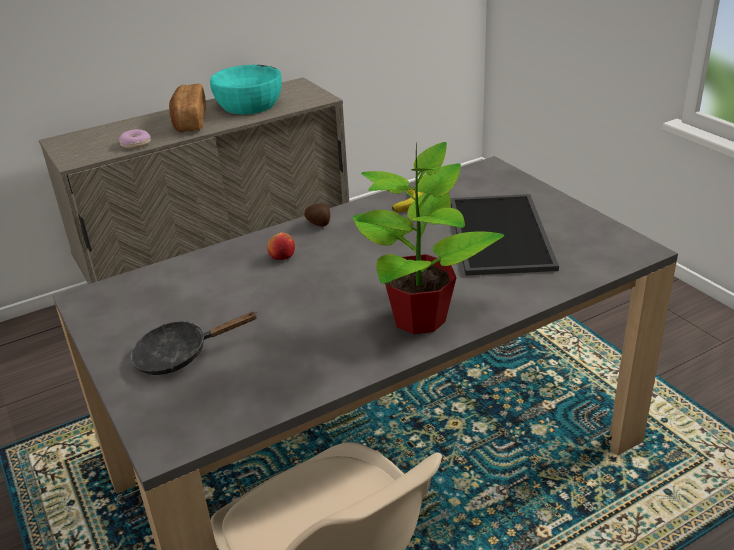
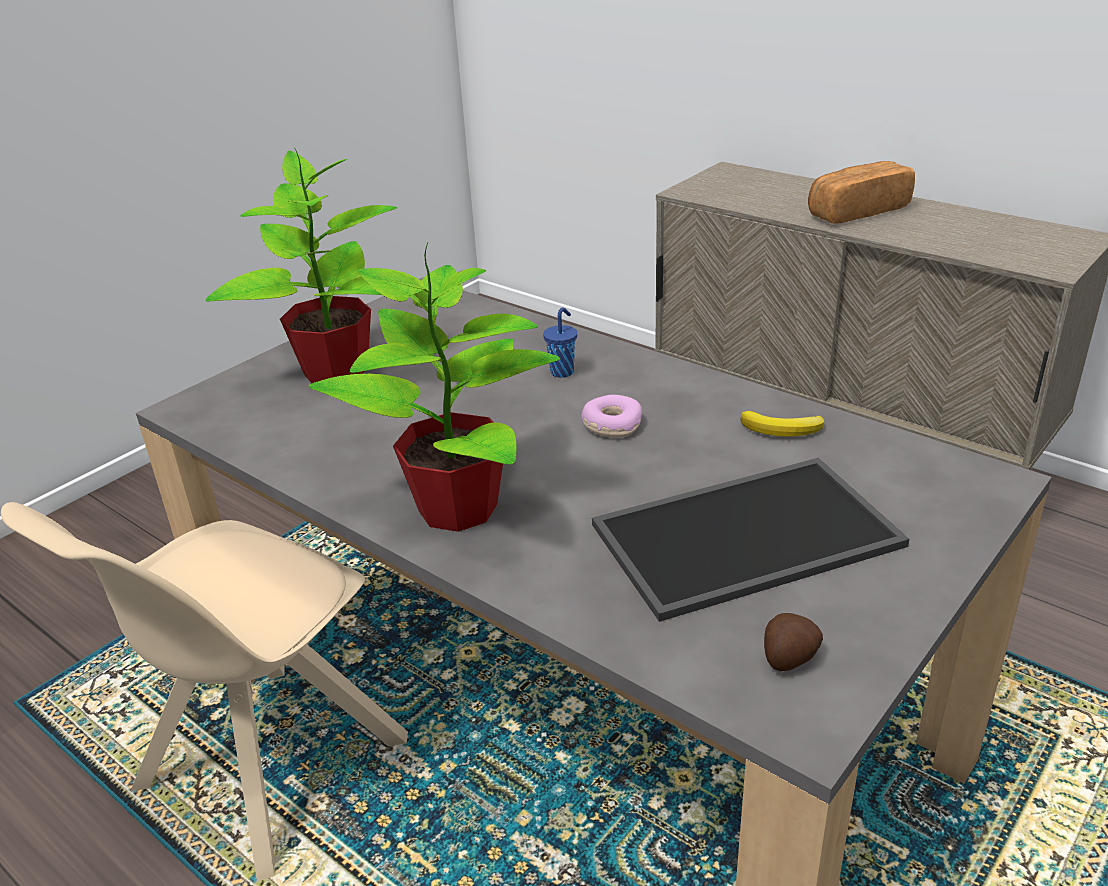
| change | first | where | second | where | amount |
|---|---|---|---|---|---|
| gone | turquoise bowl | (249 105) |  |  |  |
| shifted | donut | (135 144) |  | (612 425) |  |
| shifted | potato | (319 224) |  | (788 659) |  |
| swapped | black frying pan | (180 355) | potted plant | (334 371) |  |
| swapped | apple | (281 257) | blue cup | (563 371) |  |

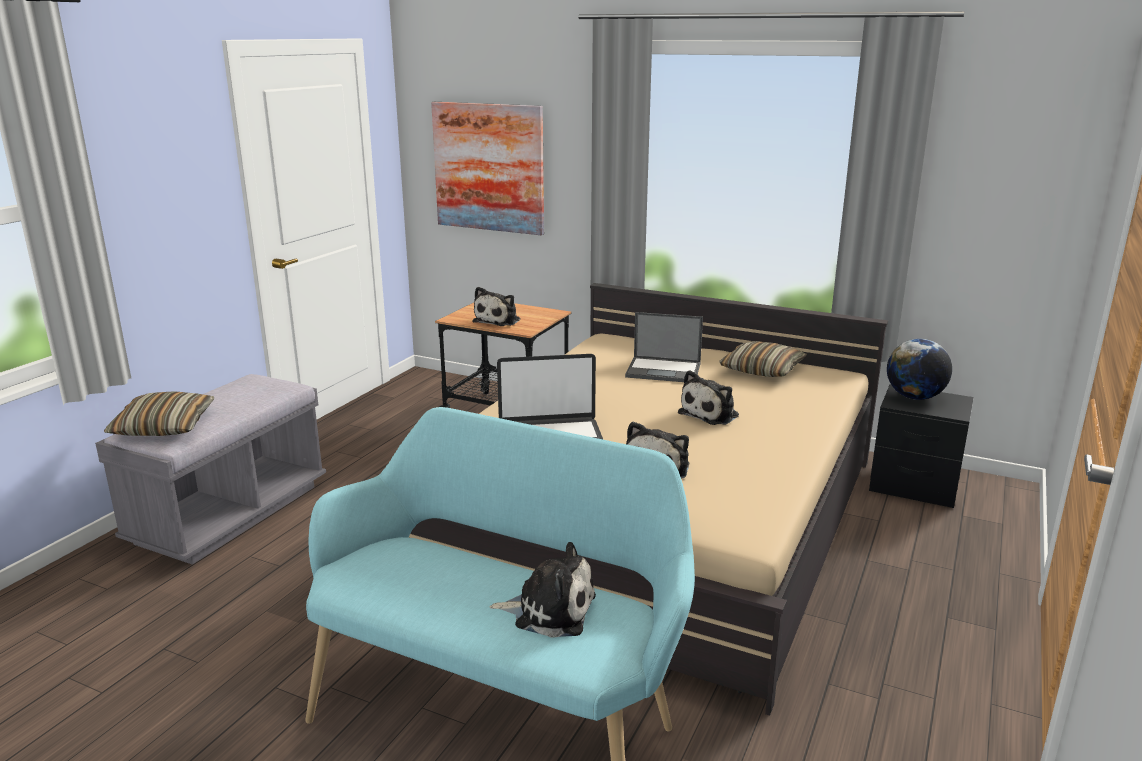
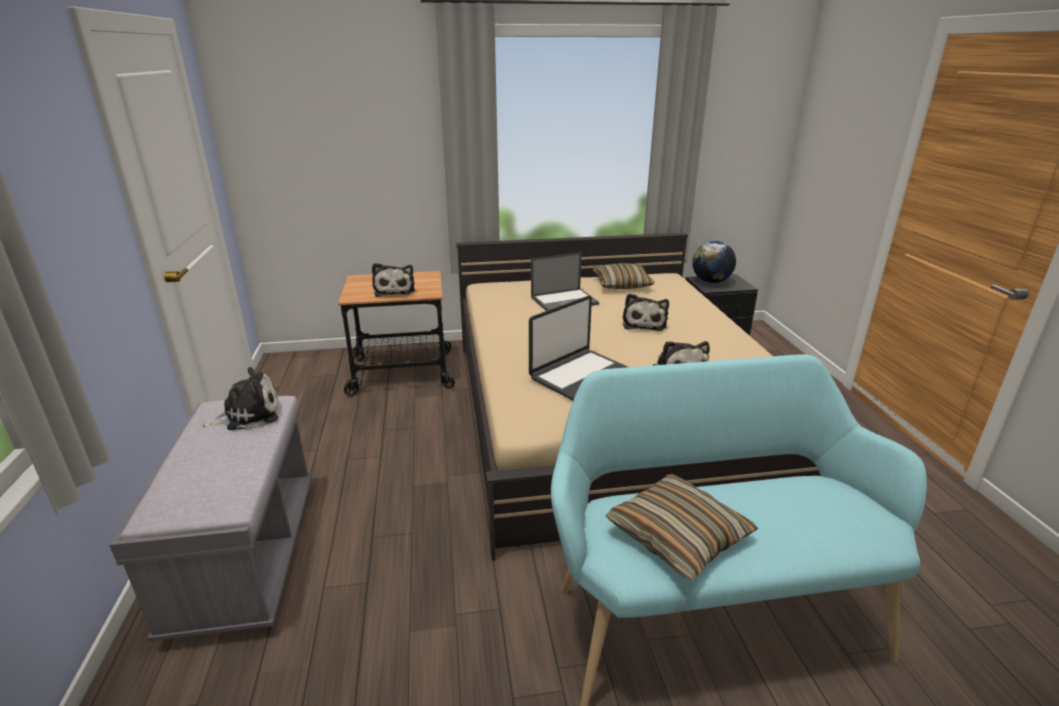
| change | first | where | second | where | amount |
|---|---|---|---|---|---|
| gone | picture | (489 167) |  |  |  |
| shifted | pillow | (164 426) |  | (677 536) |  |
| shifted | plush toy | (550 610) |  | (248 415) |  |

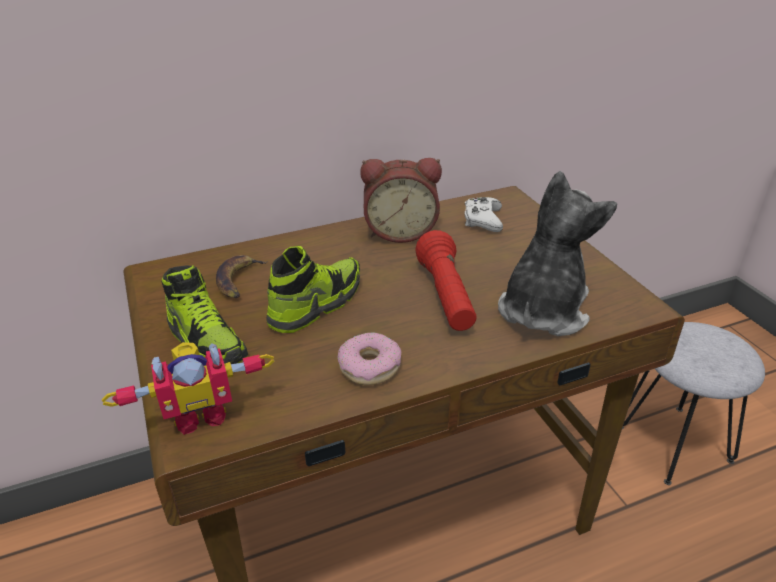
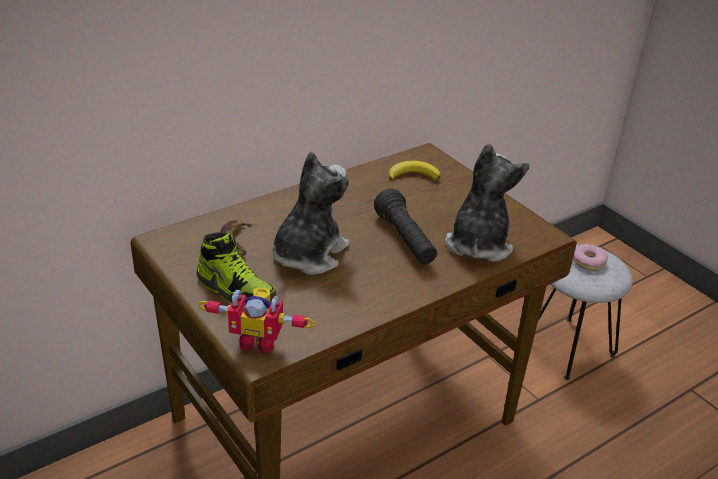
| change | first | where | second | where | amount |
|---|---|---|---|---|---|
| gone | alarm clock | (400 231) |  |  |  |
| shifted | donut | (370 366) |  | (589 262) |  |
| swapped | shoe | (316 304) | plush toy | (308 254) |  |
| swapped | white game controller | (482 220) | banana | (413 175) |  |
| repainted | red flashlight | (446 297) | black flashlight | (405 240) |  |
| rotated | toy robot | (200 414) |  | (258 340) | 45 degrees clockwise |

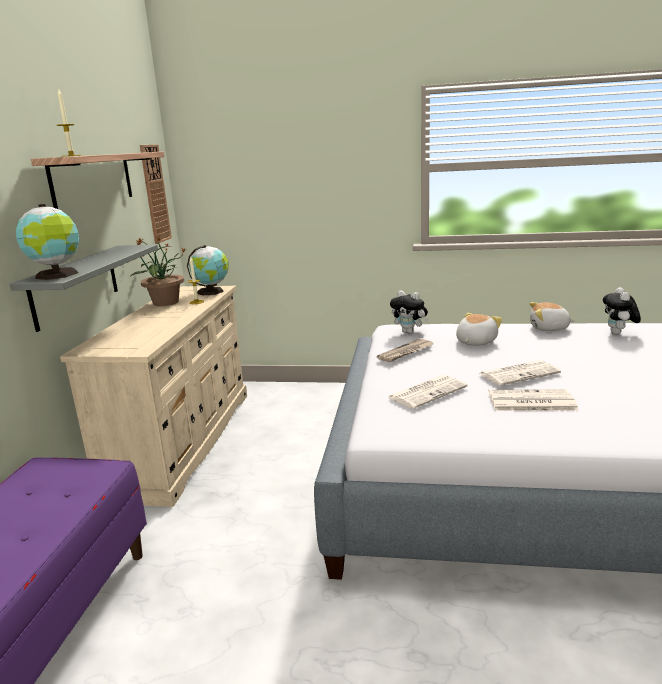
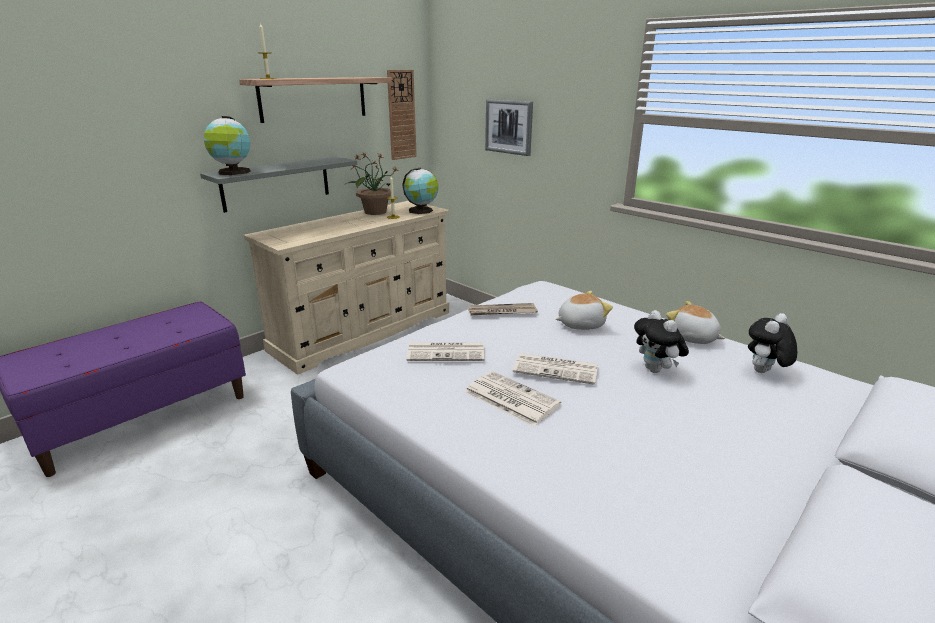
| change | first | where | second | where | amount |
|---|---|---|---|---|---|
| new |  |  | picture | (509 127) |  |
| shifted | plush toy | (409 332) |  | (656 370) |  |

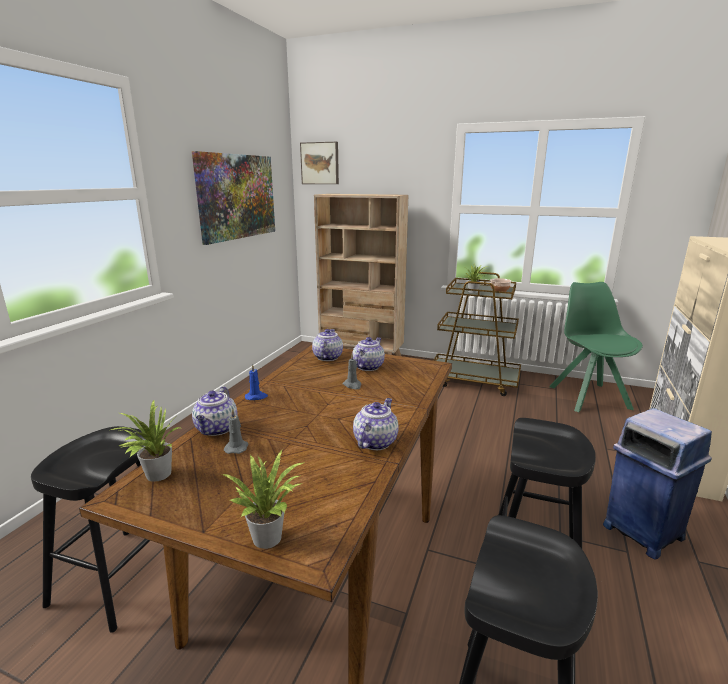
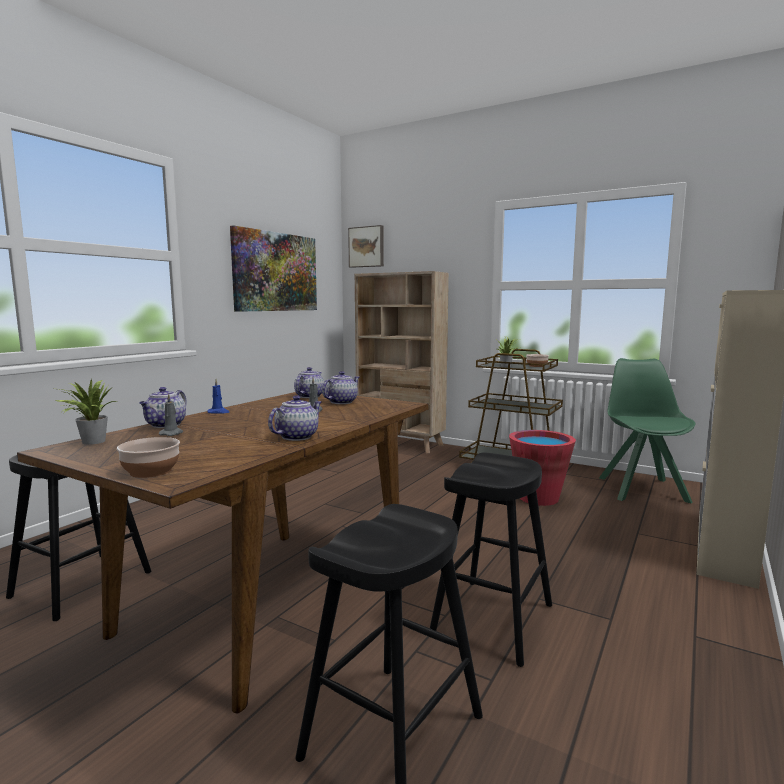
| change | first | where | second | where | amount |
|---|---|---|---|---|---|
| gone | blue trash can | (641 531) |  |  |  |
| new |  |  | red bucket | (538 498) |  |
| swapped | potted plant | (270 535) | bowl | (150 471) |  |

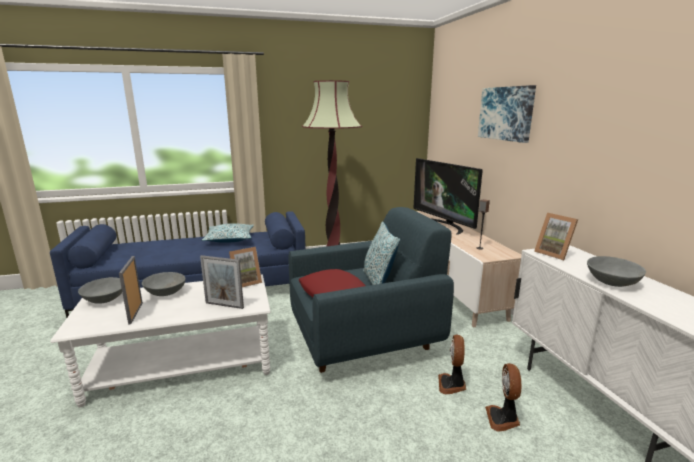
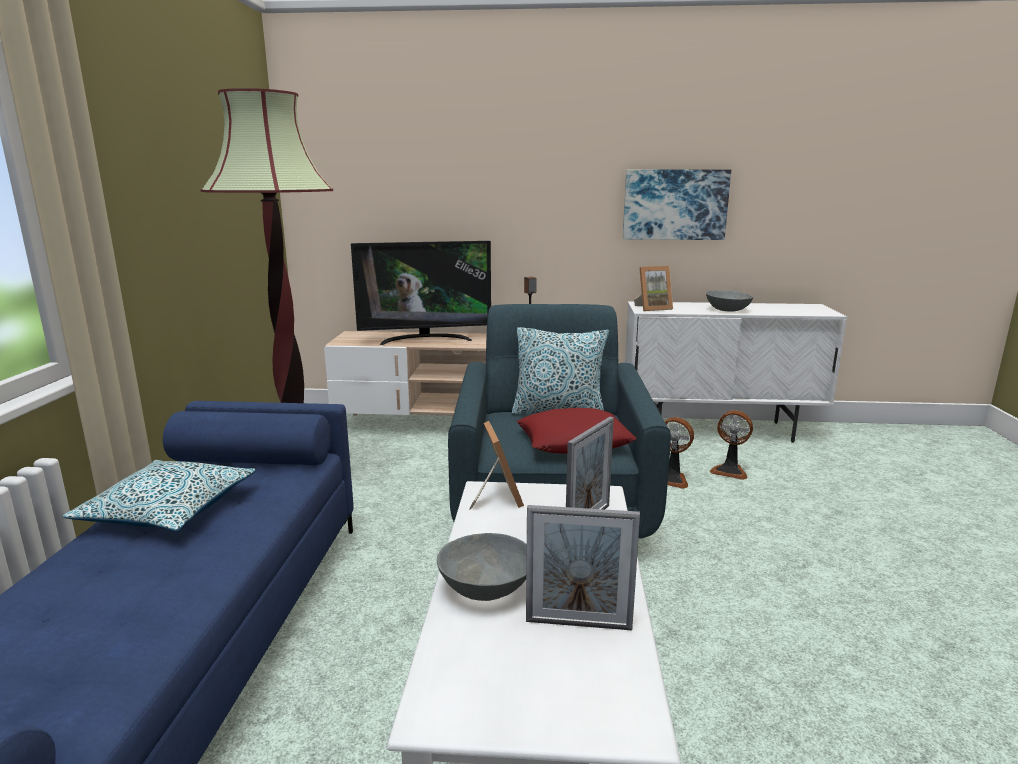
| change | first | where | second | where | amount |
|---|---|---|---|---|---|
| gone | grey bowl | (104 299) |  |  |  |
| shifted | picture | (506 113) |  | (675 204) |  |

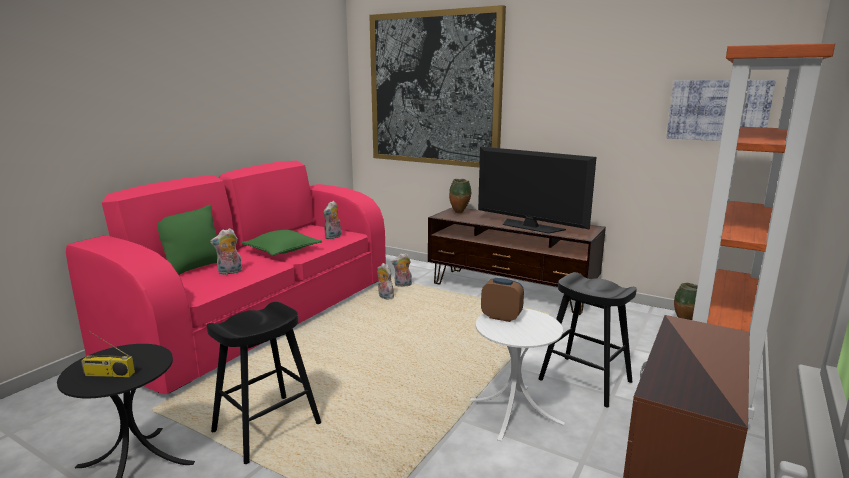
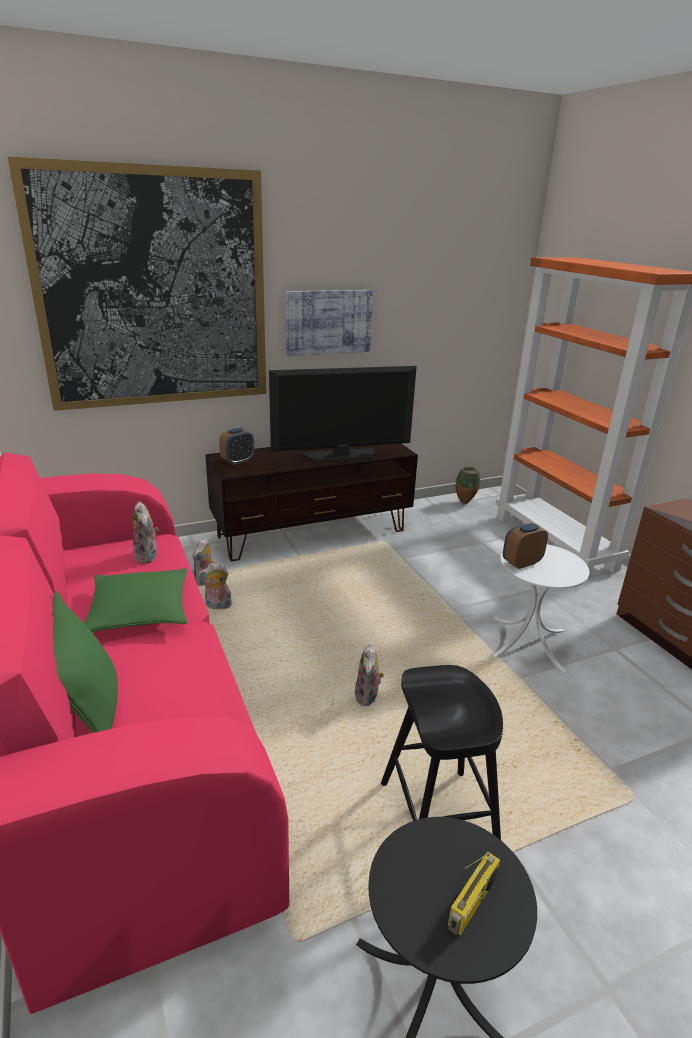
| change | first | where | second | where | amount |
|---|---|---|---|---|---|
| gone | black stool | (585 381) |  |  |  |
| shifted | plush toy | (229 272) |  | (368 697) |  |
| shifted | picture | (718 110) |  | (328 322) |  |
| swapped | vase | (460 213) | alarm clock | (237 461) |  |

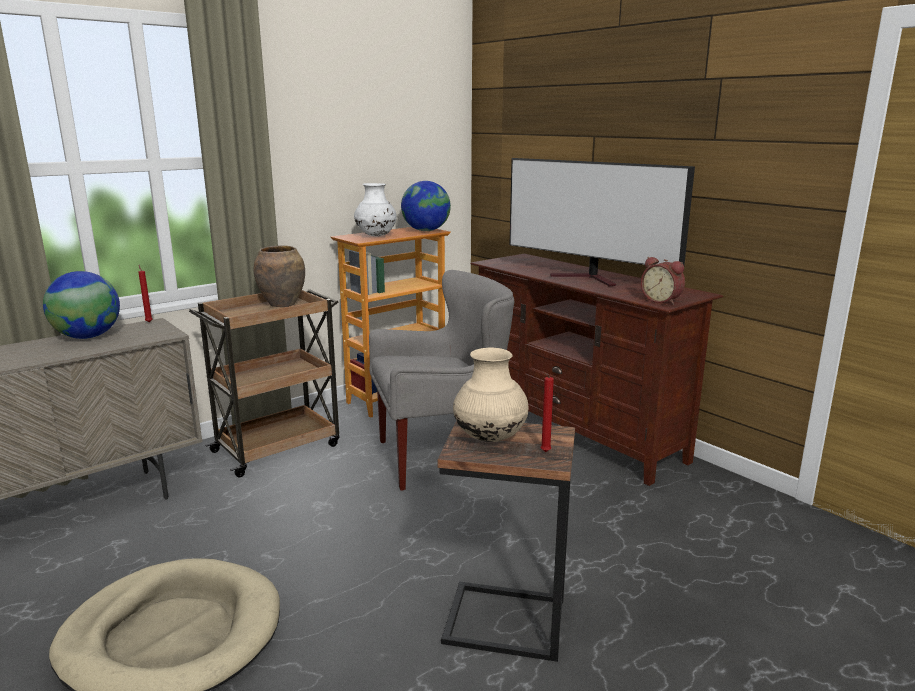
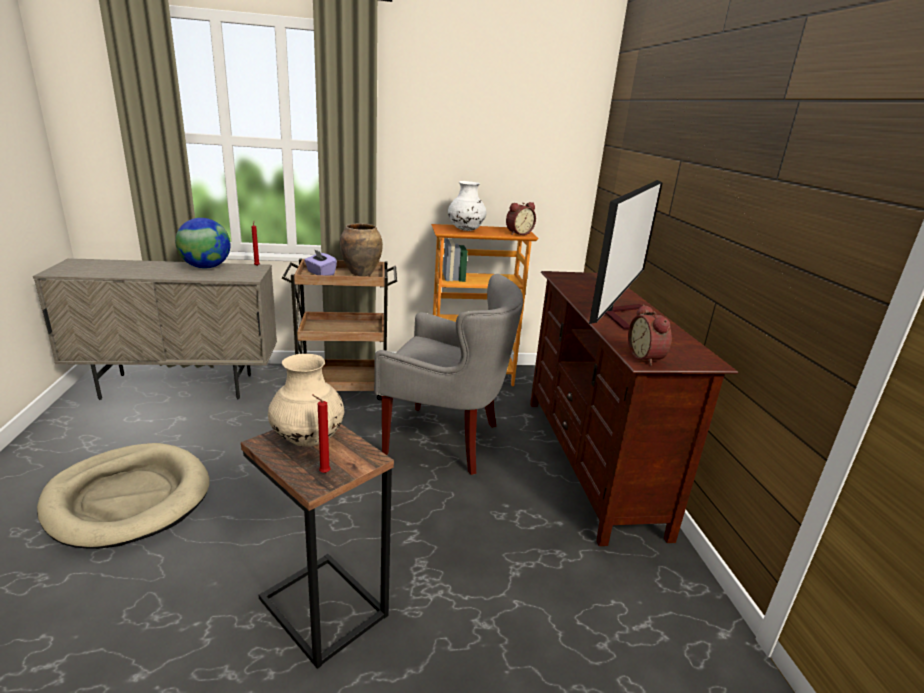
| change | first | where | second | where | amount |
|---|---|---|---|---|---|
| new |  |  | purple tissue box | (320 273) |  |
| swapped | globe | (426 231) | alarm clock | (518 233) |  |
| rotated | television | (589 279) |  | (619 314) | 135 degrees counterclockwise |

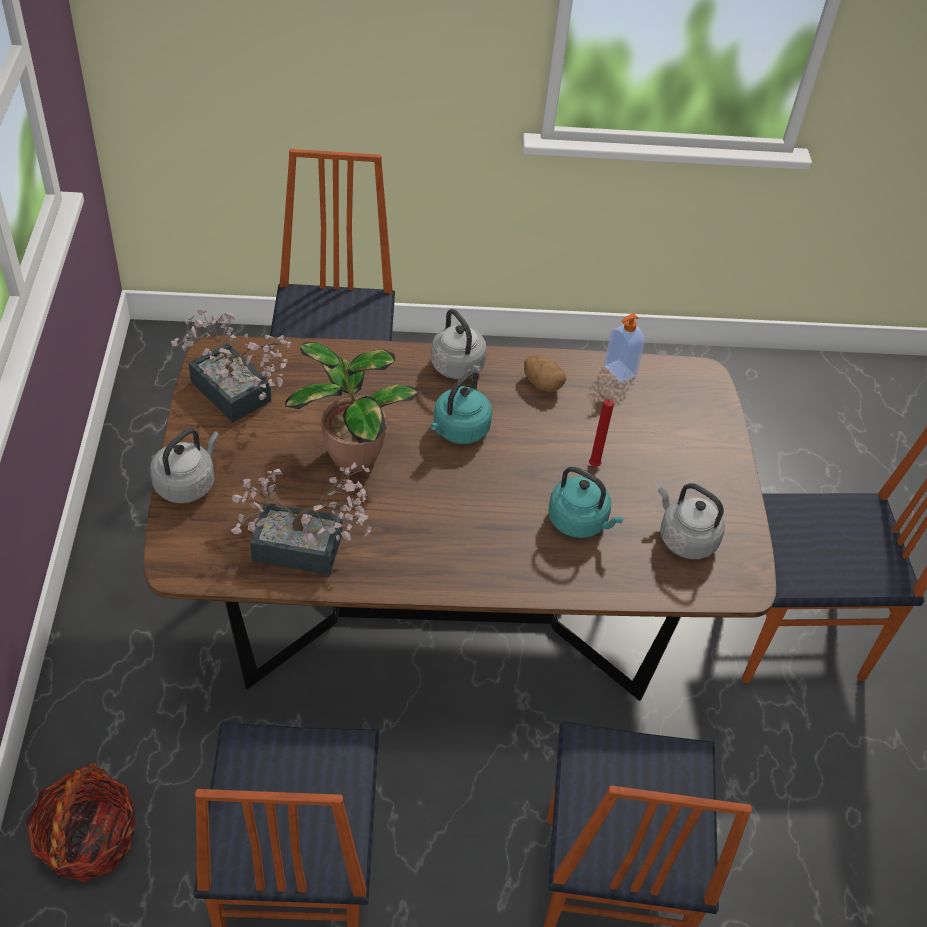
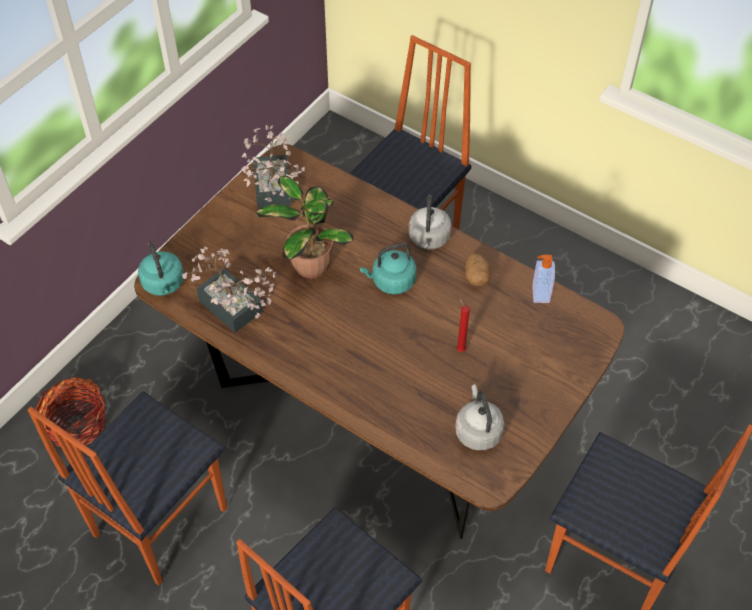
| change | first | where | second | where | amount |
|---|---|---|---|---|---|
| gone | grey kettle | (187 483) |  |  |  |
| shifted | turquoise kettle | (580 522) |  | (164 284) |  |

